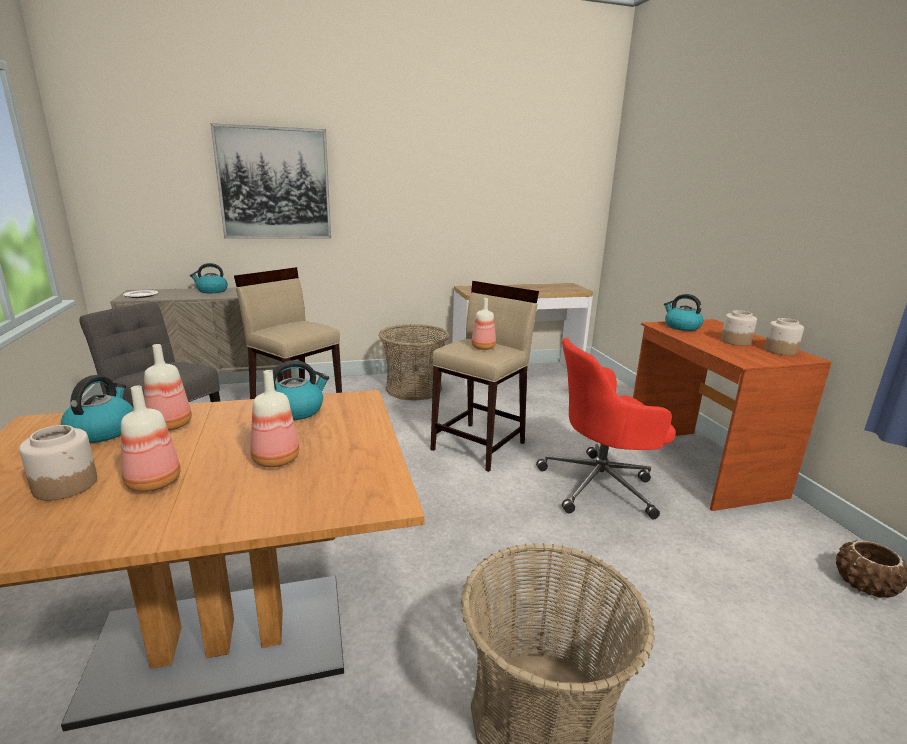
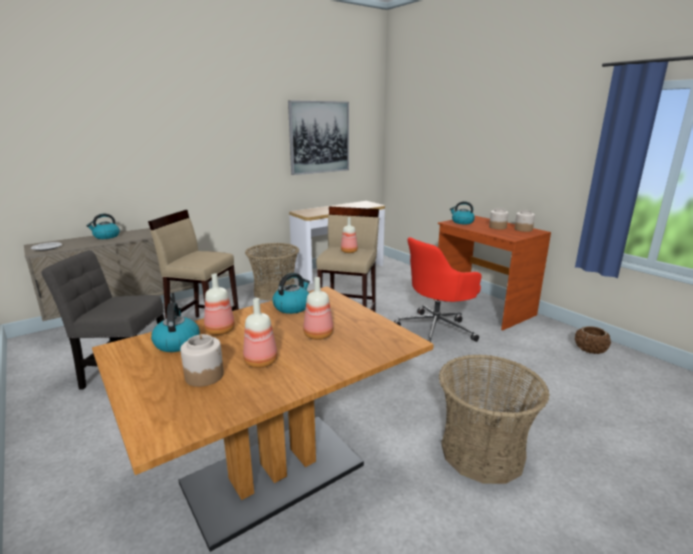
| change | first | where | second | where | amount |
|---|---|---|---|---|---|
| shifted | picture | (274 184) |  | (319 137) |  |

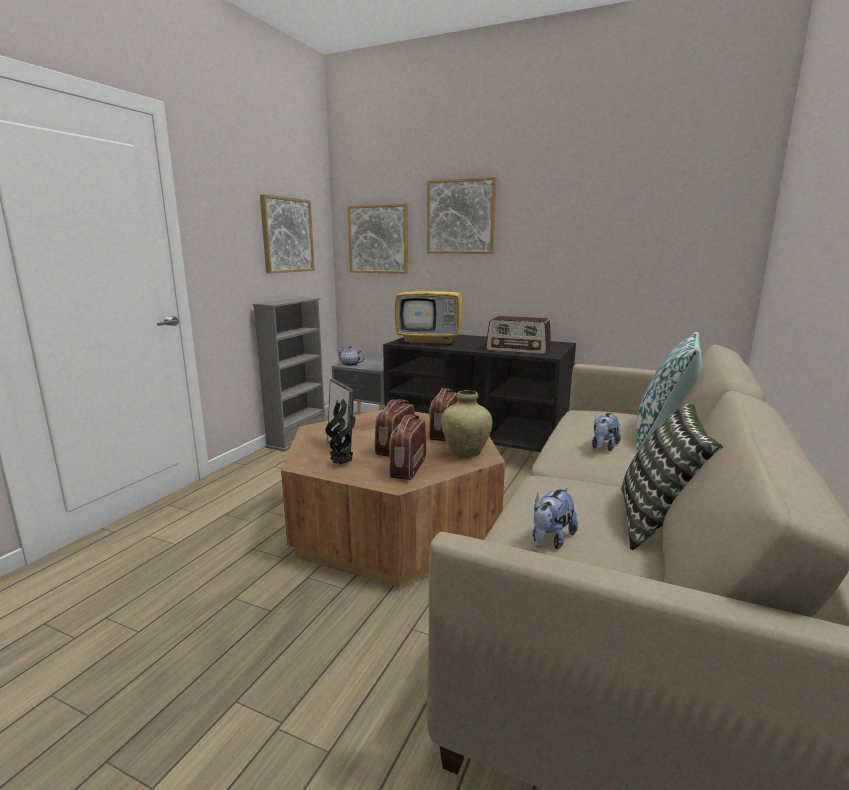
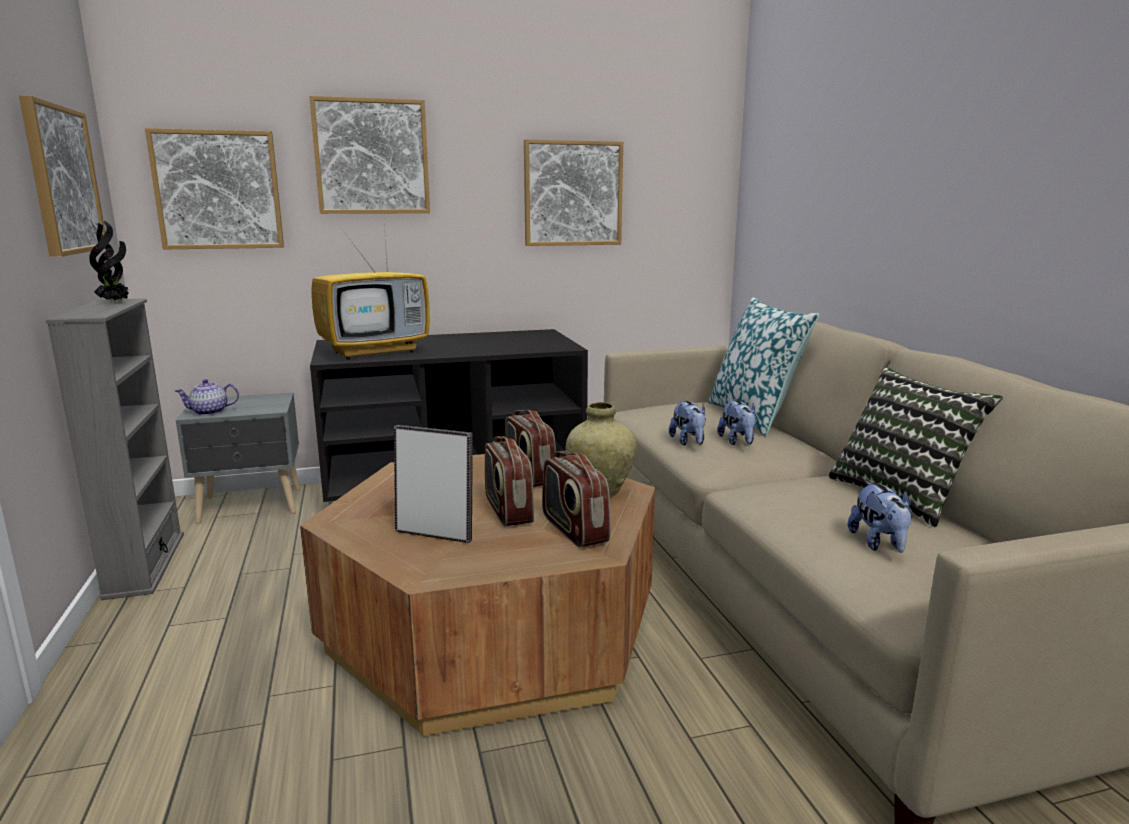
| change | first | where | second | where | amount |
|---|---|---|---|---|---|
| gone | radio | (518 349) |  |  |  |
| new |  |  | picture | (573 193) |  |
| new |  |  | plush toy | (688 442) |  |
| shifted | potted plant | (342 464) |  | (116 302) |  |

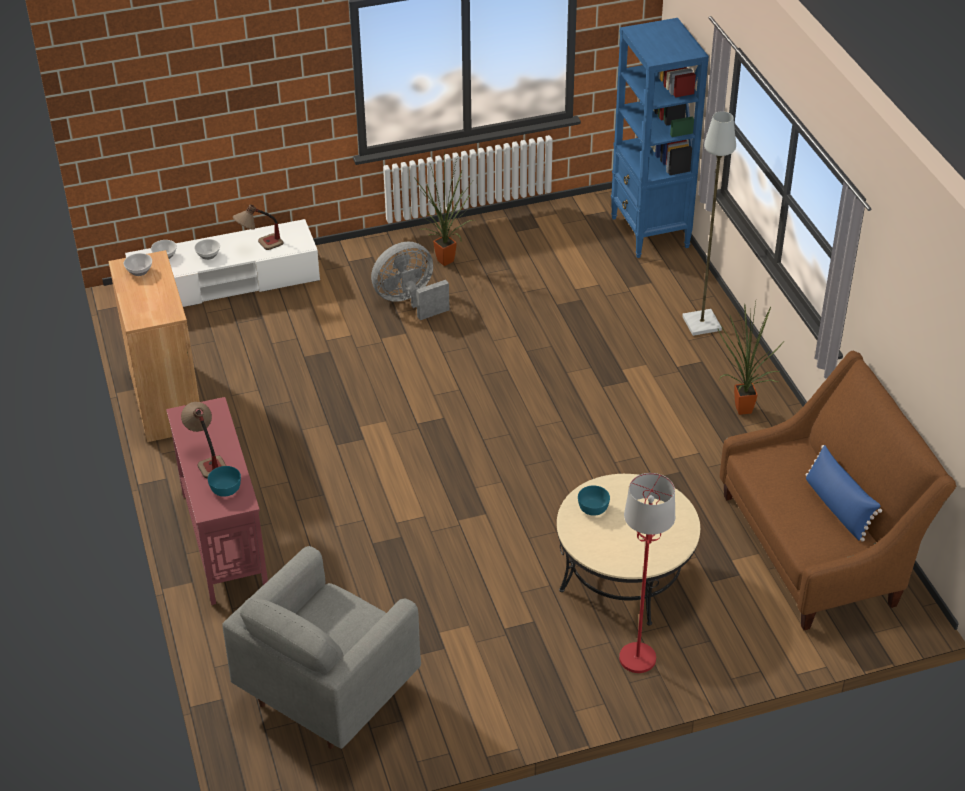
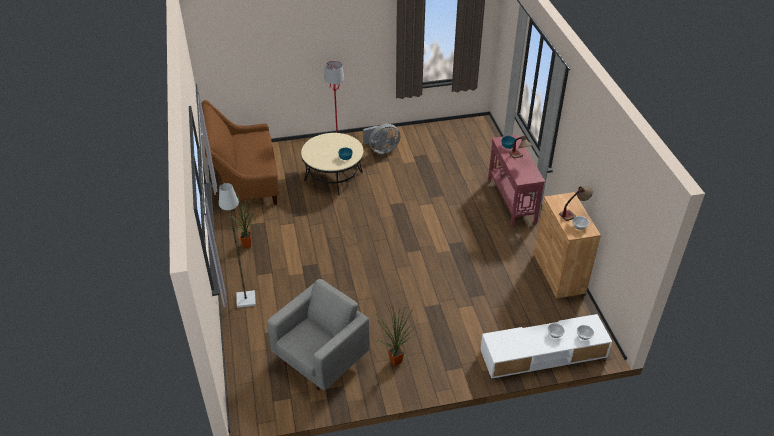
| change | first | where | second | where | amount |
|---|---|---|---|---|---|
| gone | blue bookcase | (650 233) |  |  |  |
| gone | blue pillow | (837 507) |  |  |  |
| shifted | grey armchair | (328 692) |  | (321 359) |  |
| shifted | table lamp | (259 247) |  | (573 213) |  |
| shifted | grey fan | (409 301) |  | (381 149) |  |

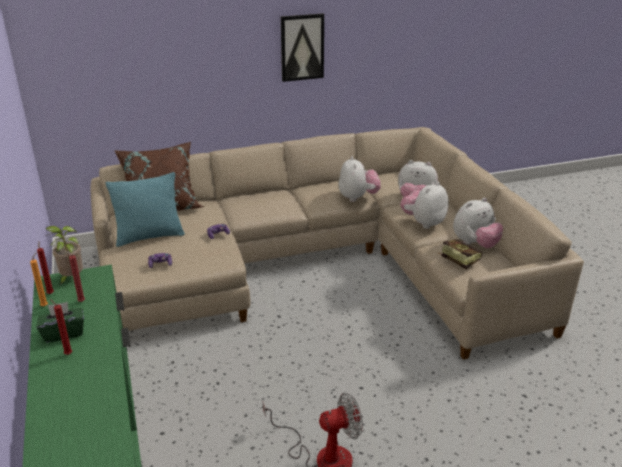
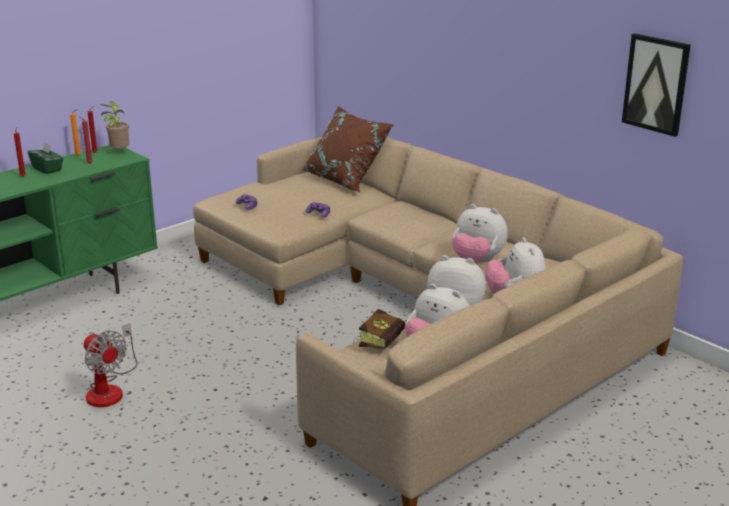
| change | first | where | second | where | amount |
|---|---|---|---|---|---|
| gone | turquoise pillow | (149 236) |  |  |  |
| shifted | picture | (302 47) |  | (656 84) |  |
| rotated | plush toy | (358 198) |  | (477 260) | 60 degrees clockwise |

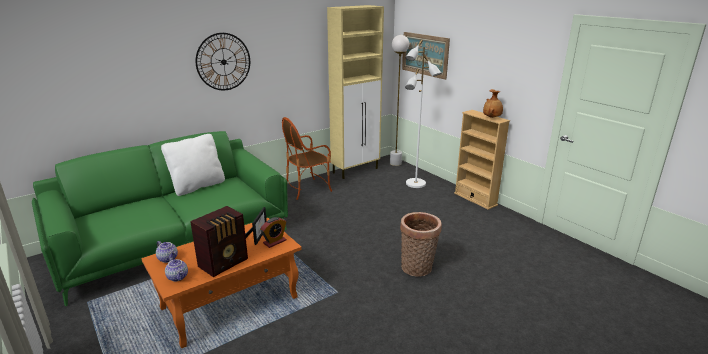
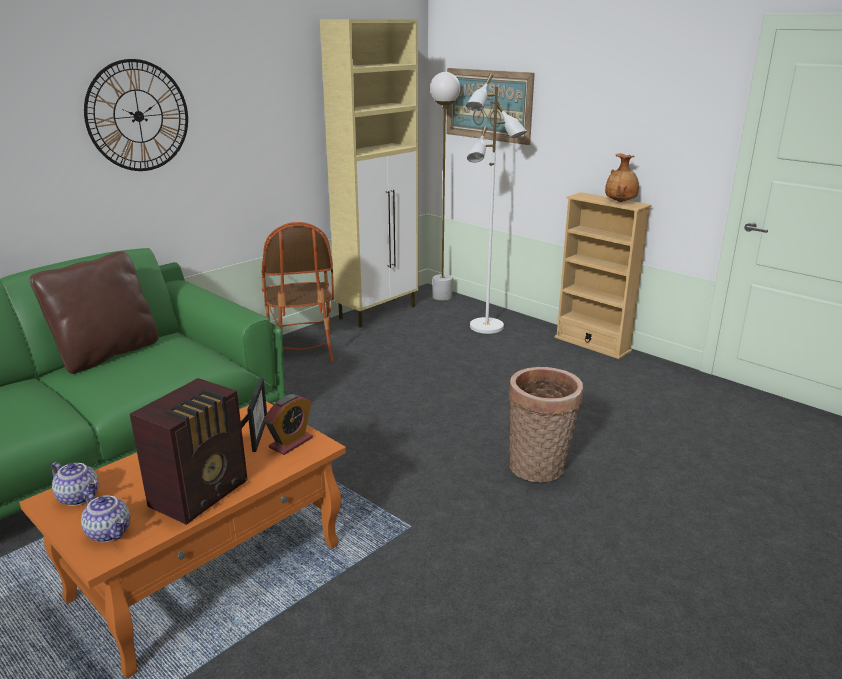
| change | first | where | second | where | amount |
|---|---|---|---|---|---|
| repainted | white pillow | (198 186) | brown pillow | (107 354) |  |
| rotated | armchair | (307 189) |  | (302 349) | 60 degrees counterclockwise |

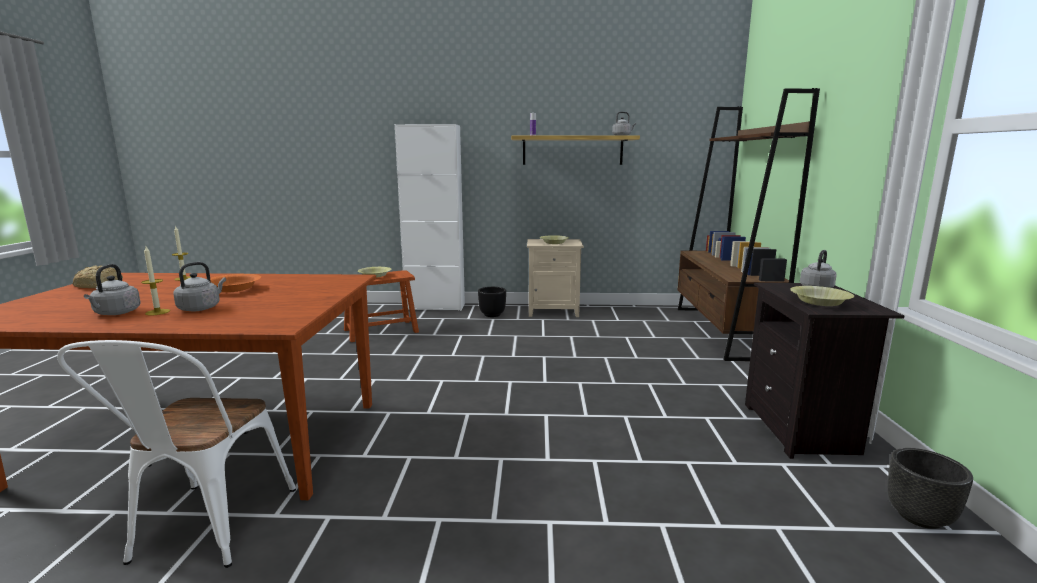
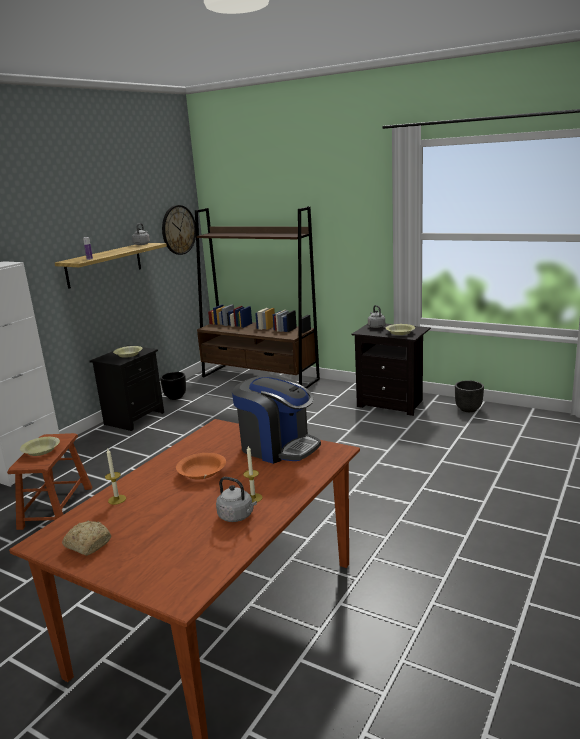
| change | first | where | second | where | amount |
|---|---|---|---|---|---|
| gone | white chair | (206 531) |  |  |  |
| gone | grey kettle | (201 308) |  |  |  |
| new |  |  | wall clock | (178 230) |  |
| new |  |  | coffee machine | (278 447) |  |
| shifted | black planter | (492 315) |  | (175 397) |  |
| repainted | beige nightstand | (554 311) | black nightstand | (134 418) |  |

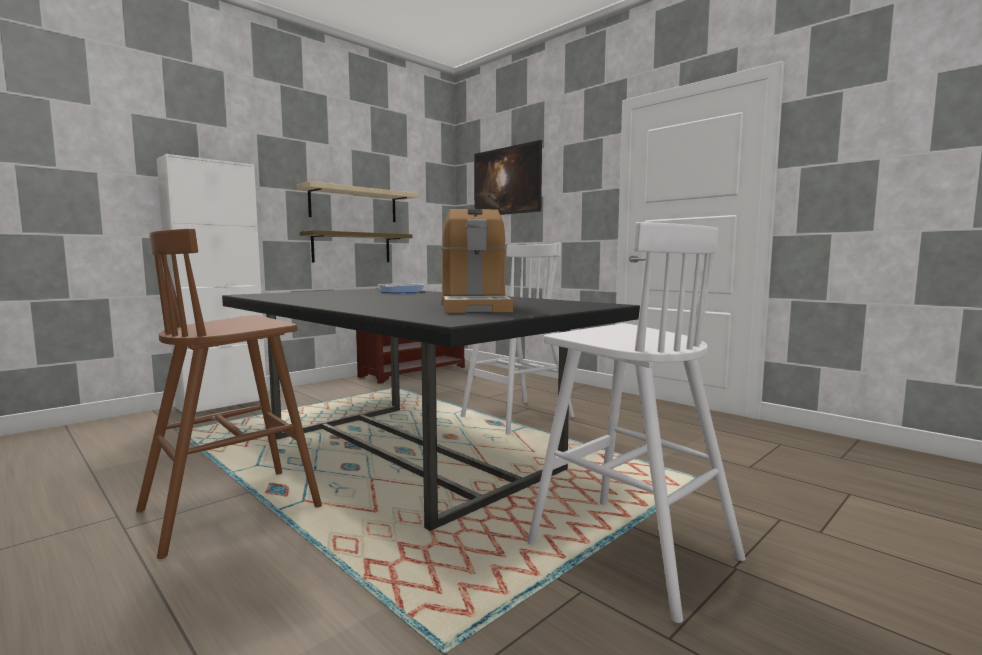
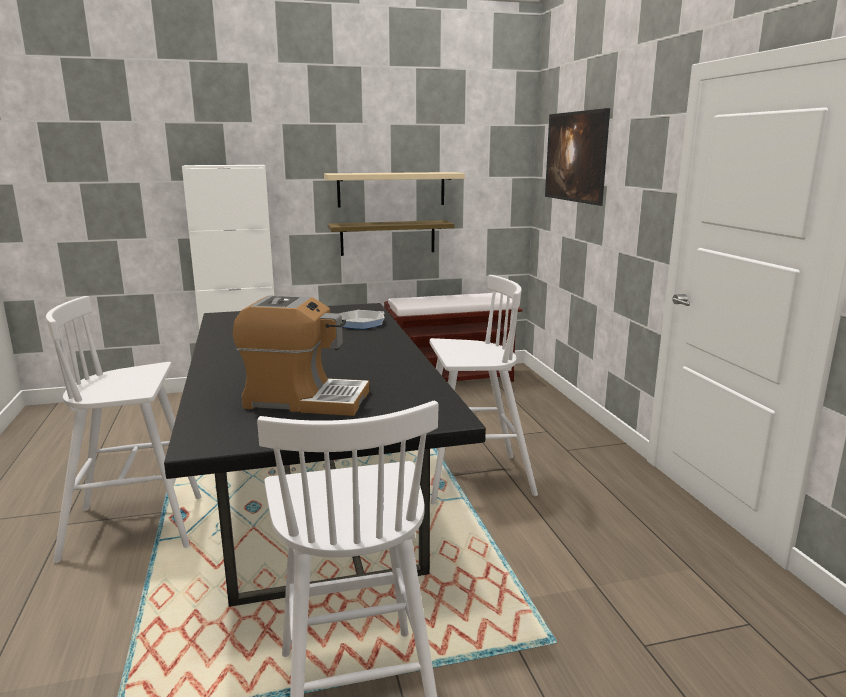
| change | first | where | second | where | amount |
|---|---|---|---|---|---|
| repainted | brown stool | (234 508) | white stool | (137 527) |  |
| rotated | coffee machine | (474 307) |  | (305 400) | 105 degrees counterclockwise |

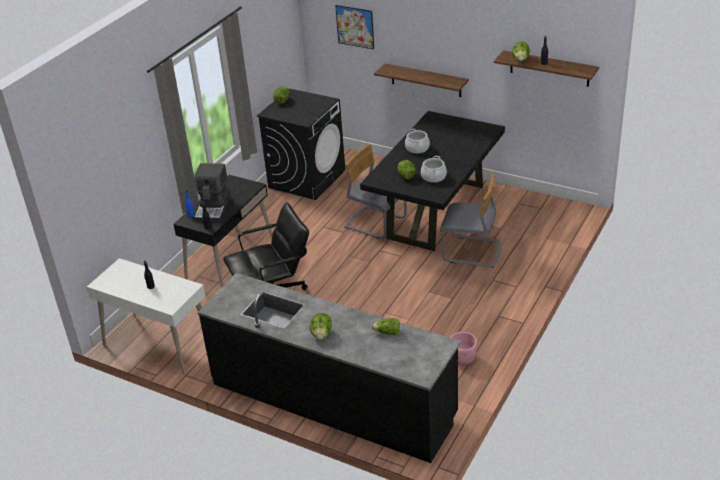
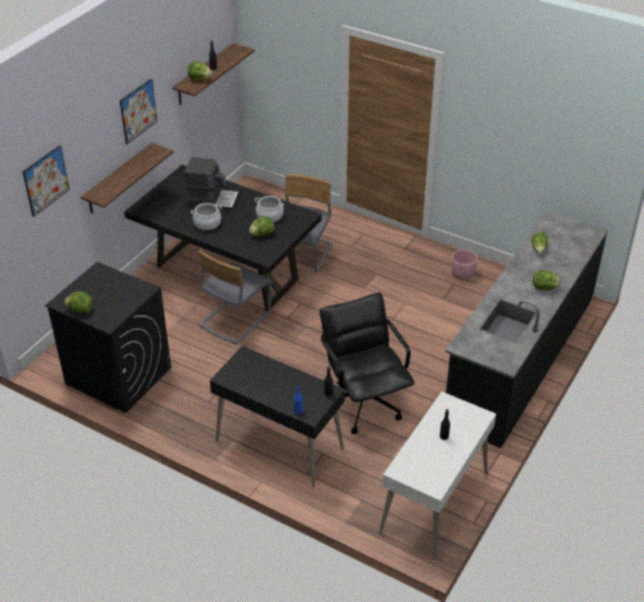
| change | first | where | second | where | amount |
|---|---|---|---|---|---|
| new |  |  | picture | (138 111) |  |
| shifted | coffee machine | (213 208) |  | (212 200) |  |

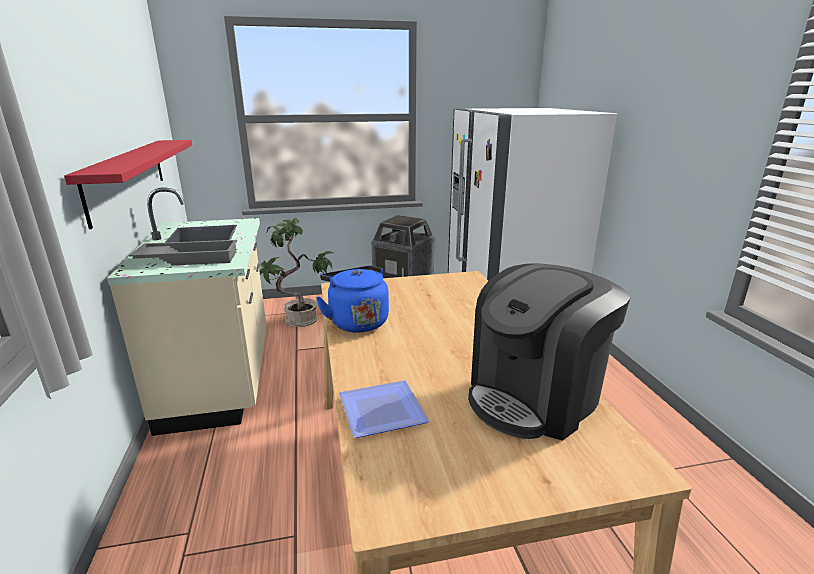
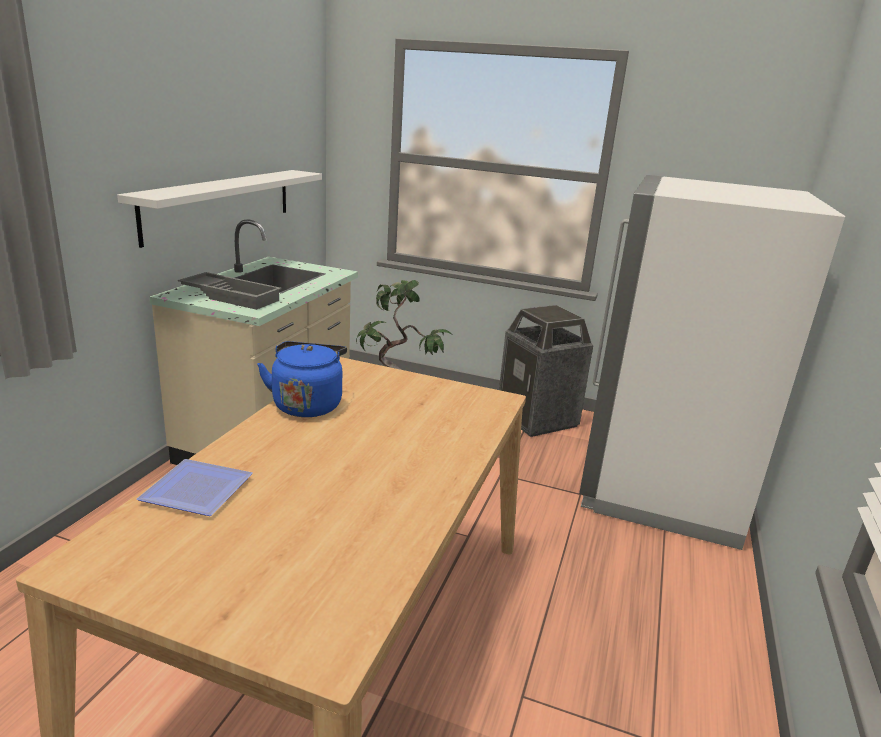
| change | first | where | second | where | amount |
|---|---|---|---|---|---|
| gone | coffee machine | (535 396) |  |  |  |
| repainted | red shelf | (127 177) | white shelf | (221 203) |  |

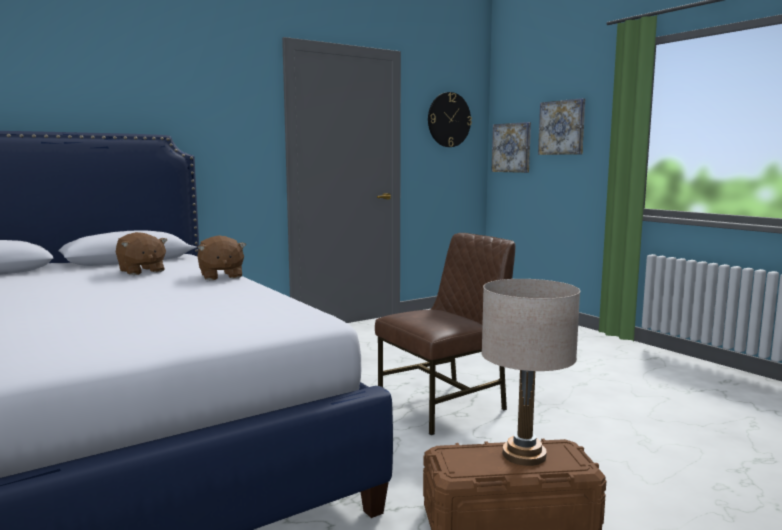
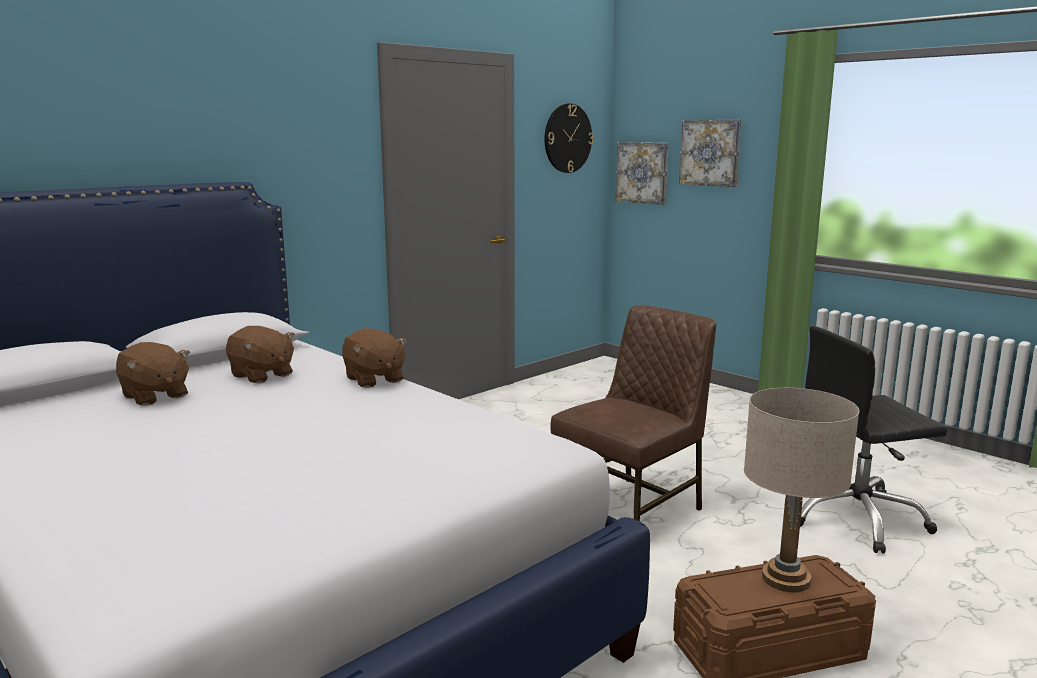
| change | first | where | second | where | amount |
|---|---|---|---|---|---|
| new |  |  | brown plush toy | (154 396) |  |
| new |  |  | black office chair | (857 519) |  |

